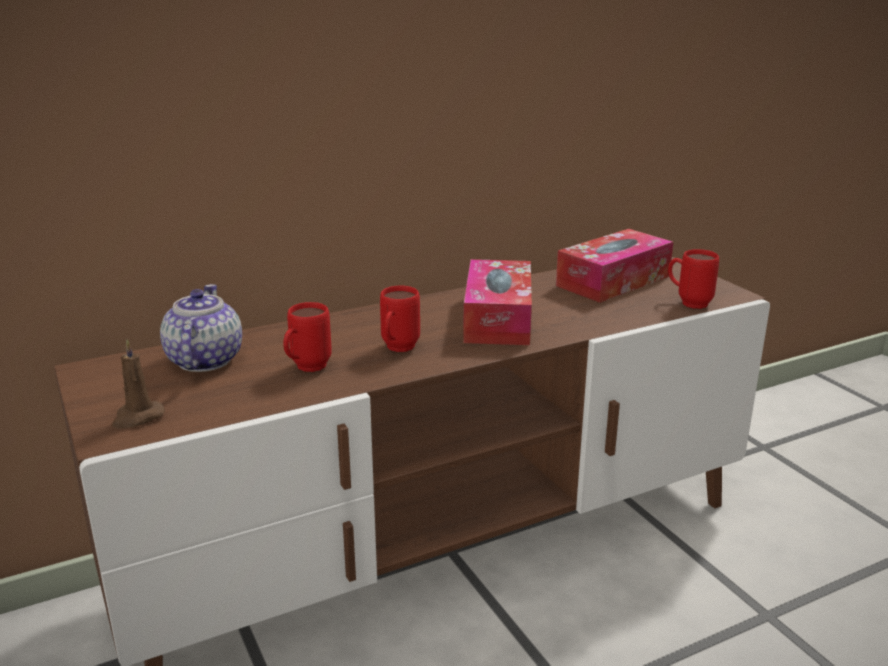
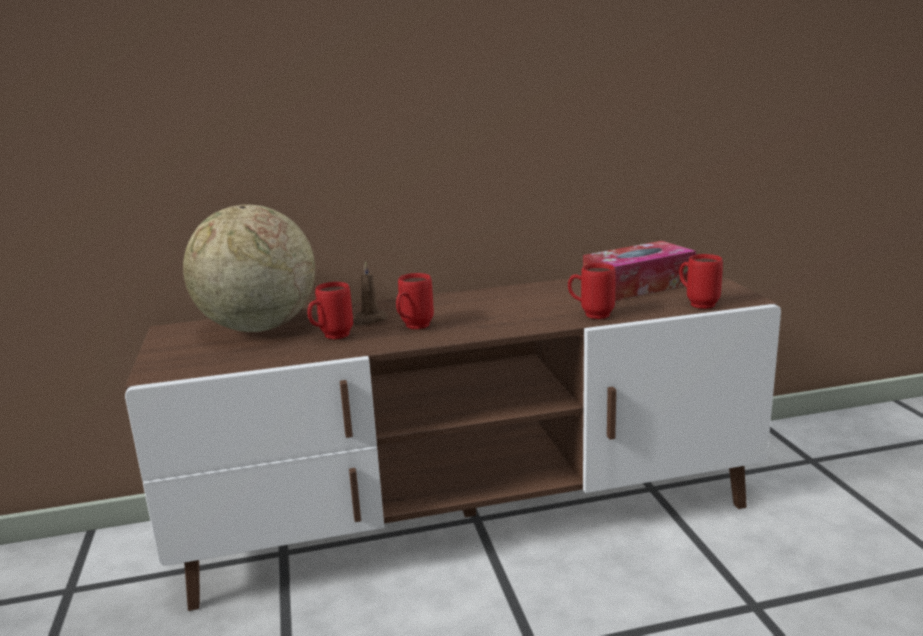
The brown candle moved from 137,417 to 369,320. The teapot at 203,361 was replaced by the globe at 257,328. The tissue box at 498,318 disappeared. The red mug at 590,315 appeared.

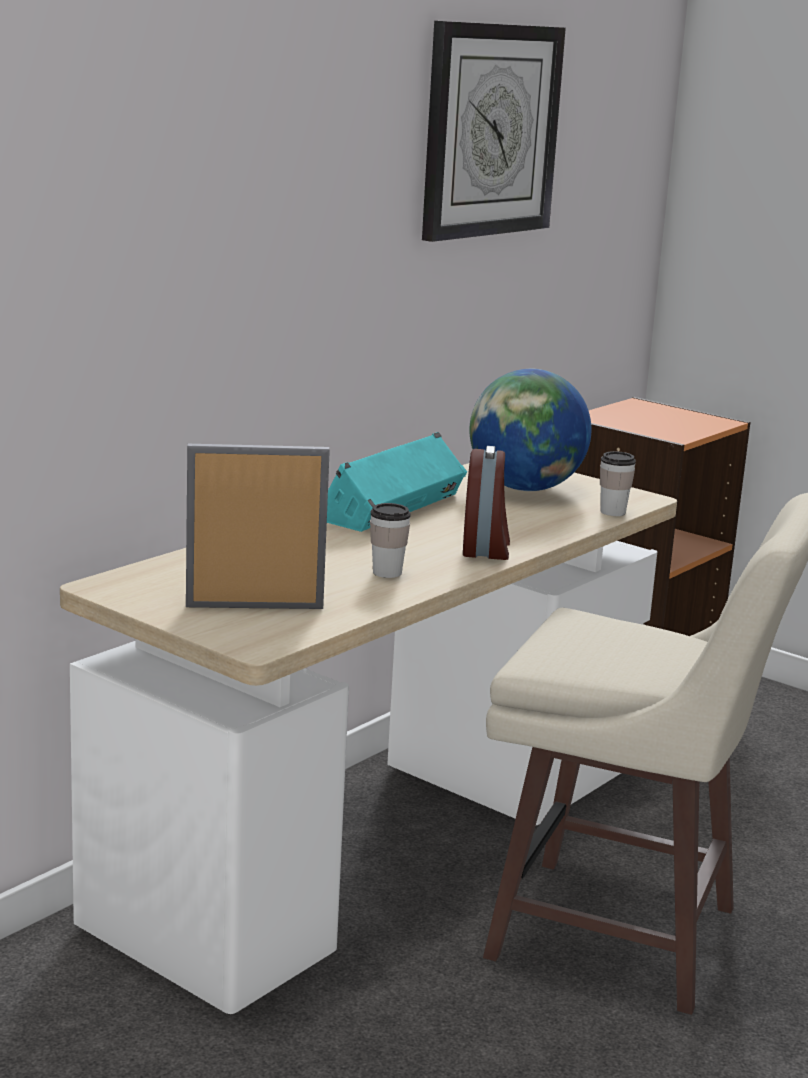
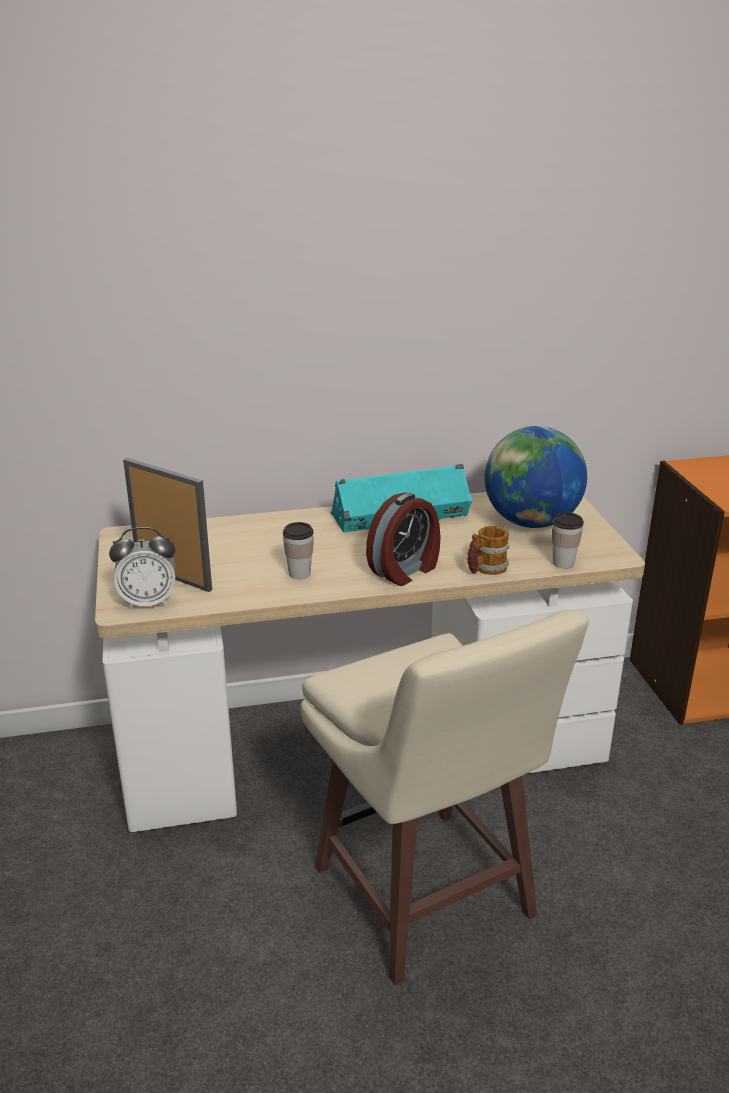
The wall clock at 490,130 disappeared. The alarm clock at 148,602 appeared. The mug at 485,569 appeared.

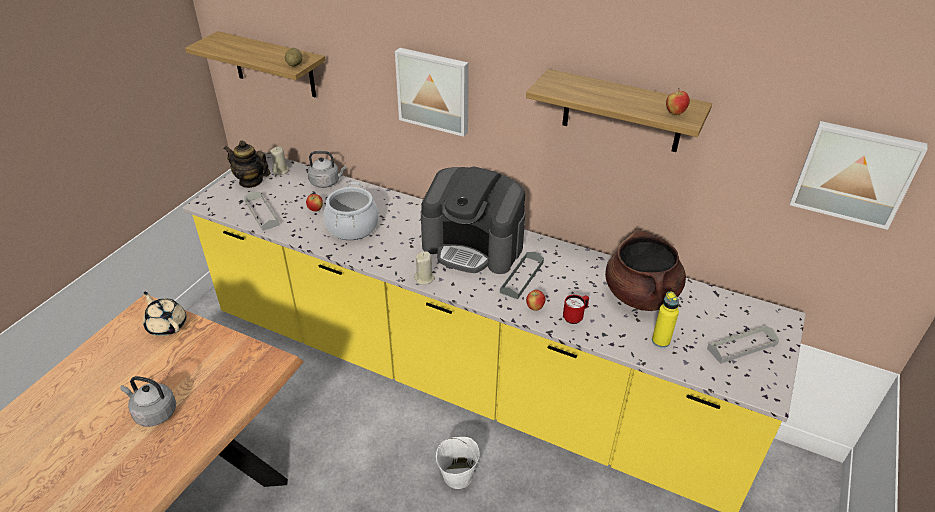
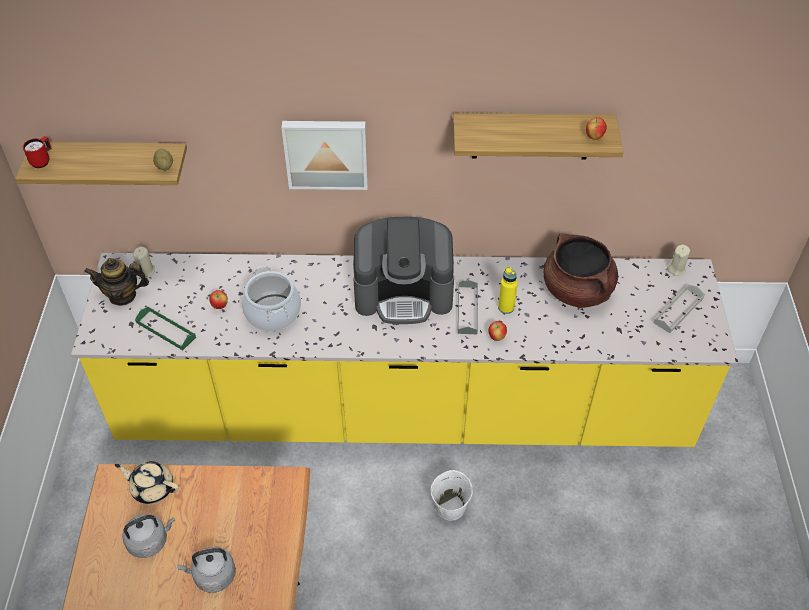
The grey tray at 262,213 became the green tray at 166,330. The grey kettle moved from 326,182 to 150,541. The beige candle moved from 424,278 to 676,269. The red mug moved from 575,317 to 42,161. The yellow bottle moved from 660,341 to 506,307. The picture at 854,173 disappeared.

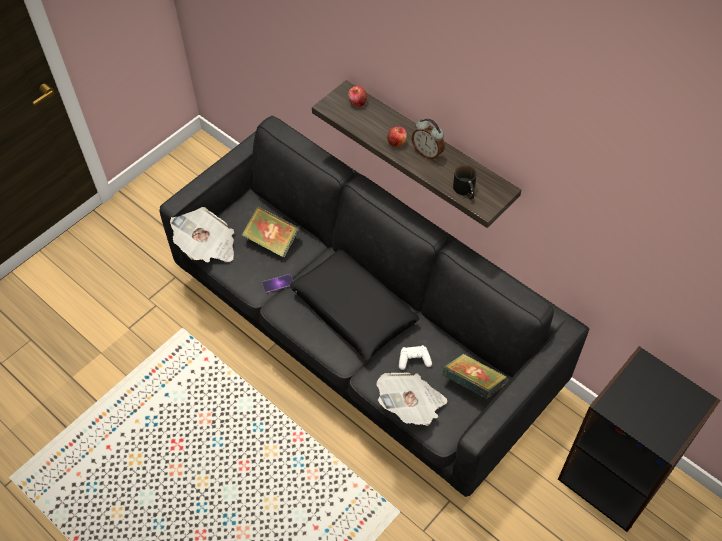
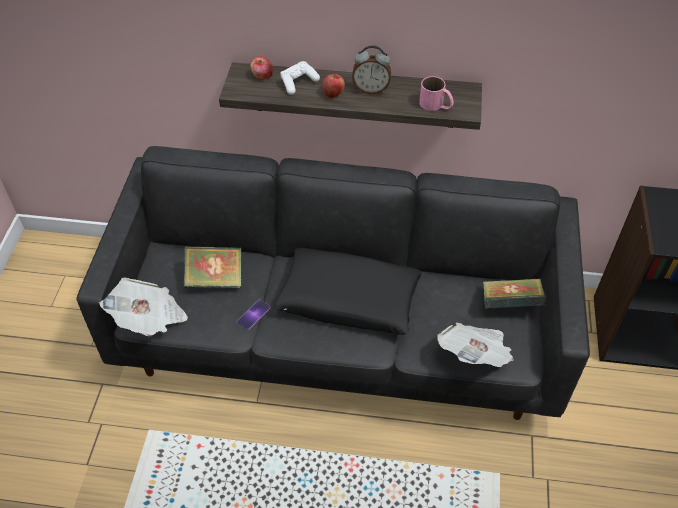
The white game controller moved from 414,360 to 298,83. The black mug at 465,191 became the pink mug at 436,105.

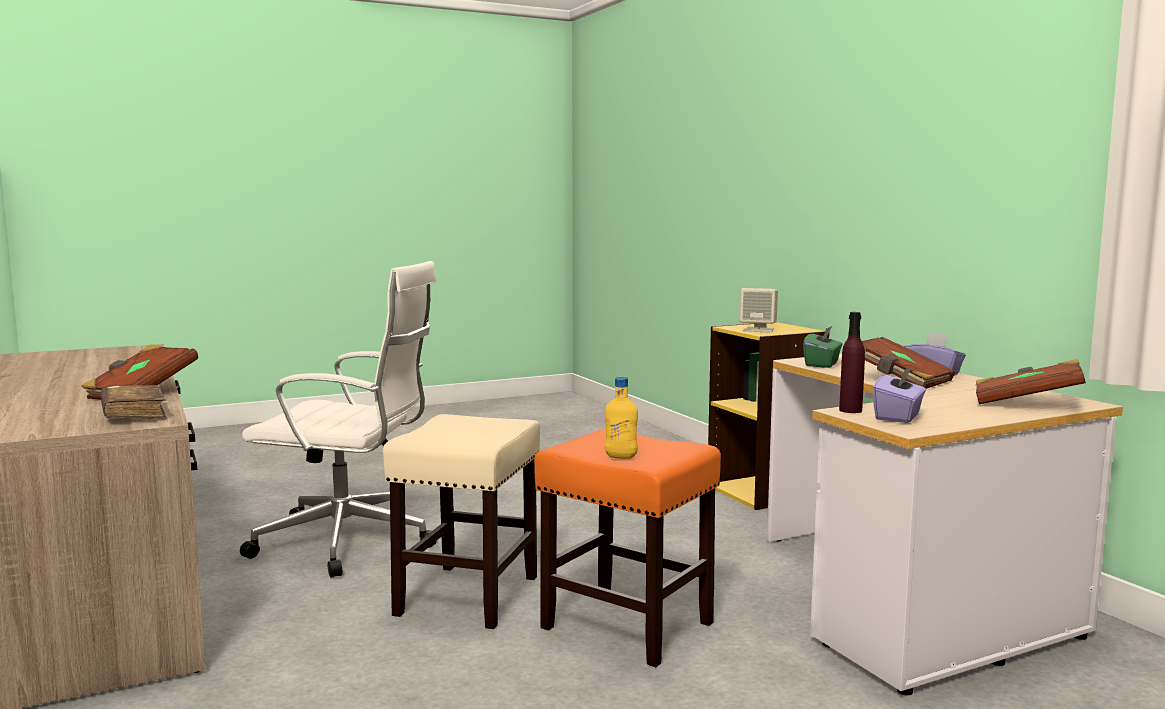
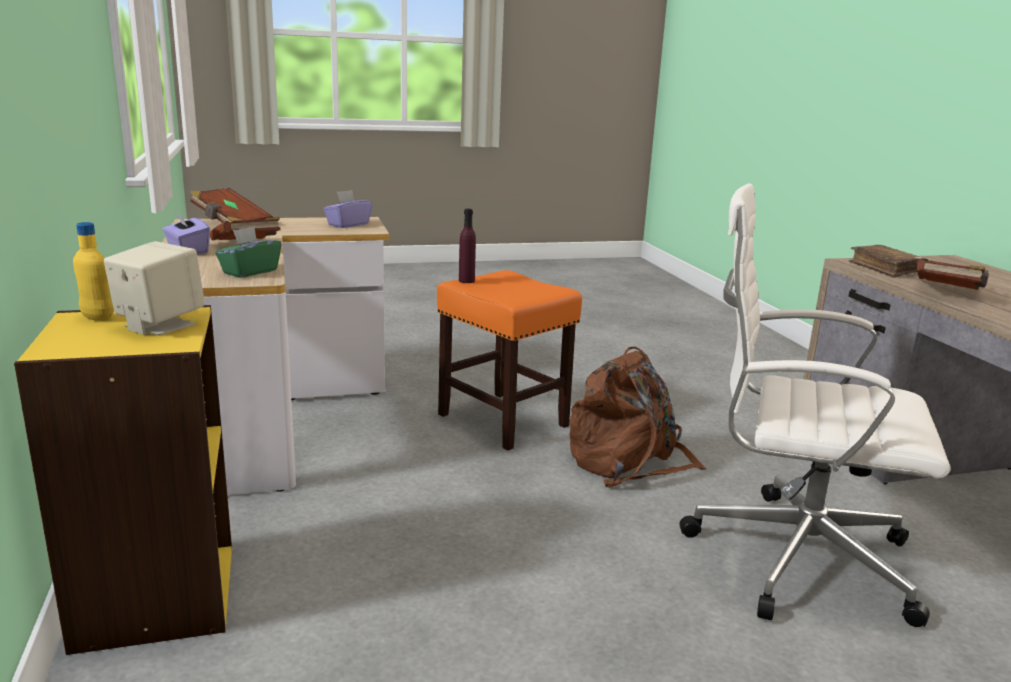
The beige stool at 468,594 was replaced by the brown backpack at 628,461. The yellow bottle moved from 621,457 to 97,318. The purple bottle moved from 850,410 to 466,281.

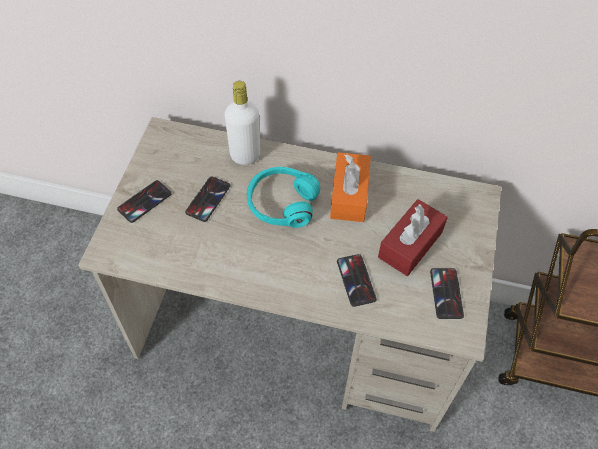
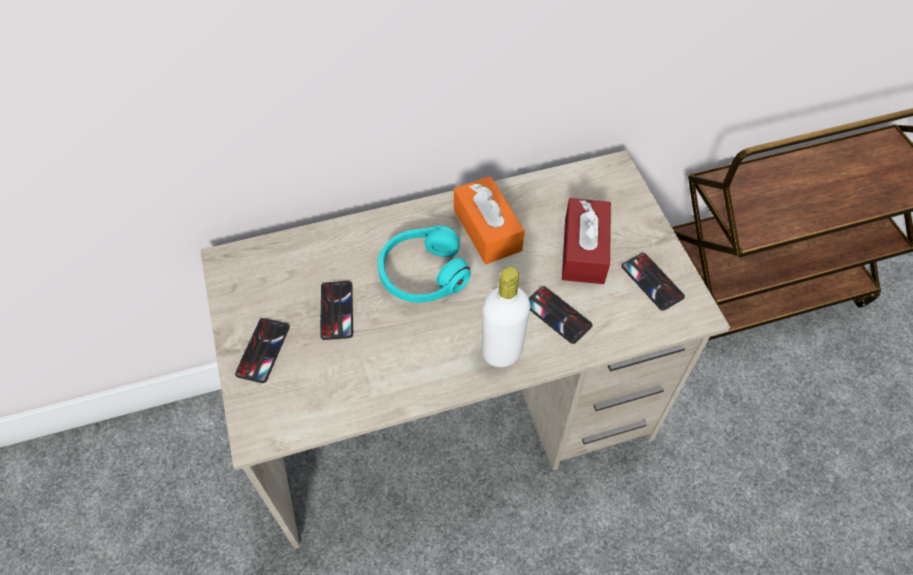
The white bottle moved from 245,155 to 501,352.

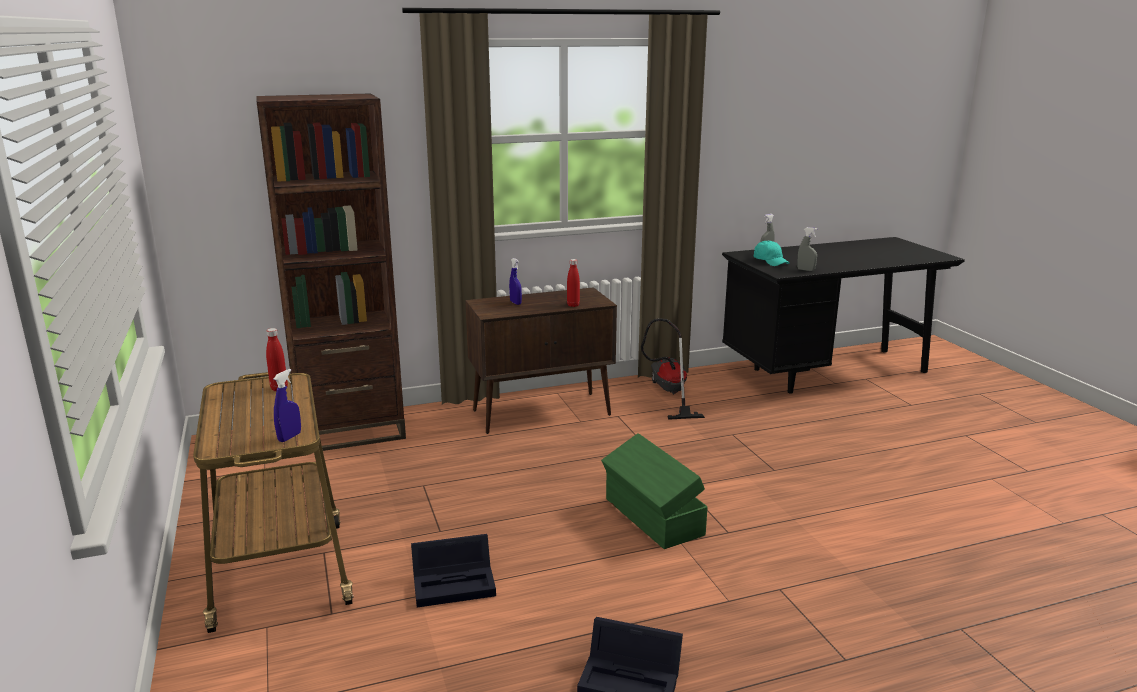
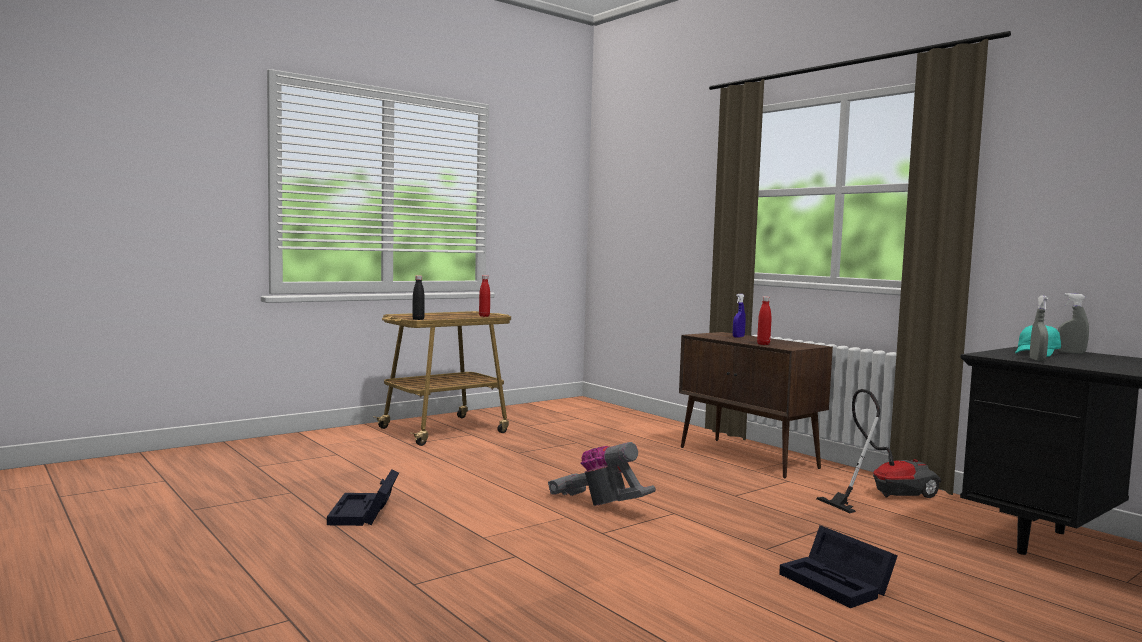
The brown bookcase at 350,431 disappeared. The blue spray bottle at 289,437 was replaced by the black bottle at 418,319. The black storage box moved from 456,582 to 838,584. The green storage box at 653,517 was replaced by the vacuum cleaner at 600,505.

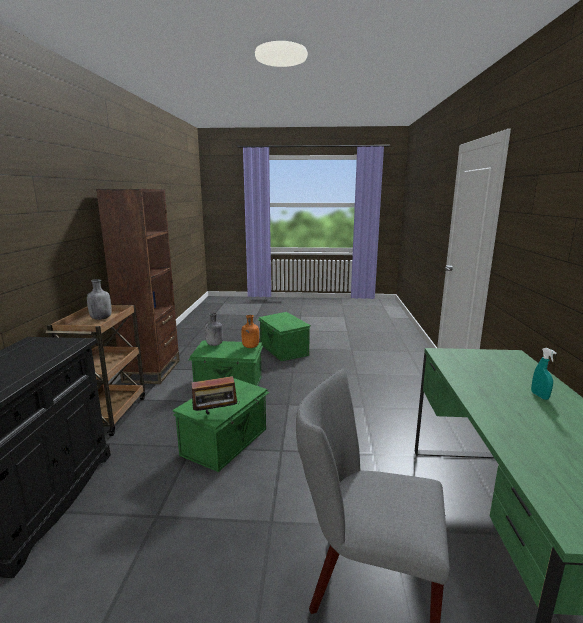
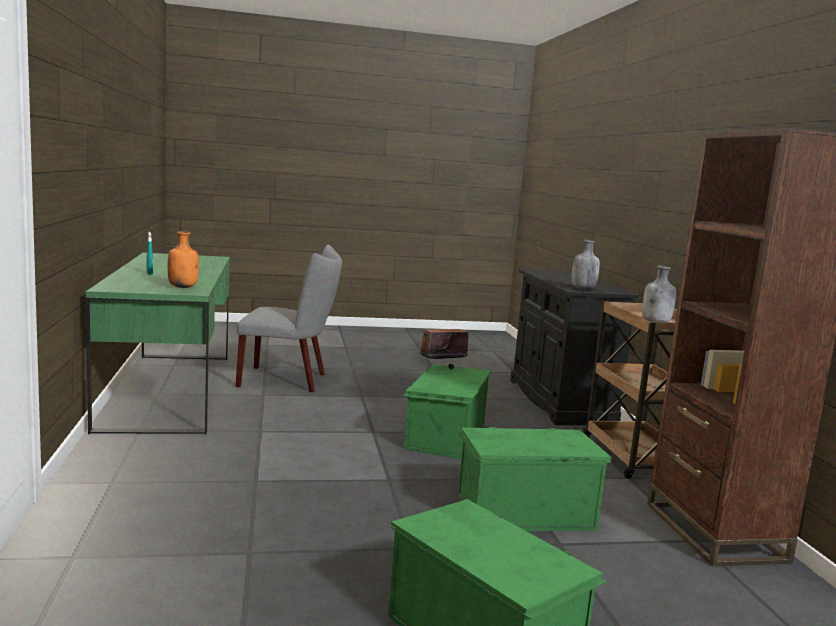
The grey bottle moved from 214,345 to 582,289. The orange bottle moved from 250,347 to 183,287.

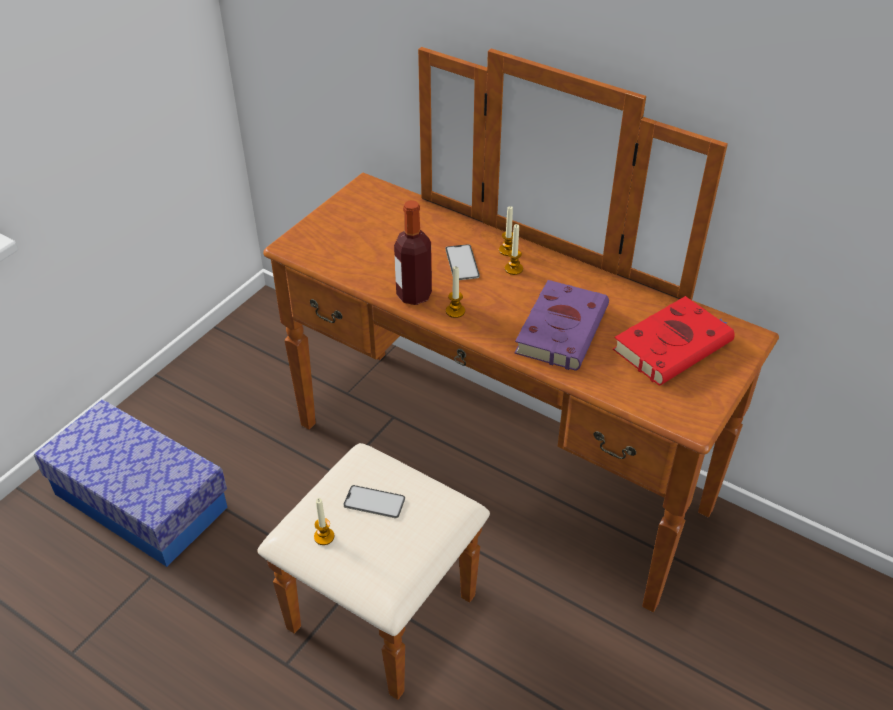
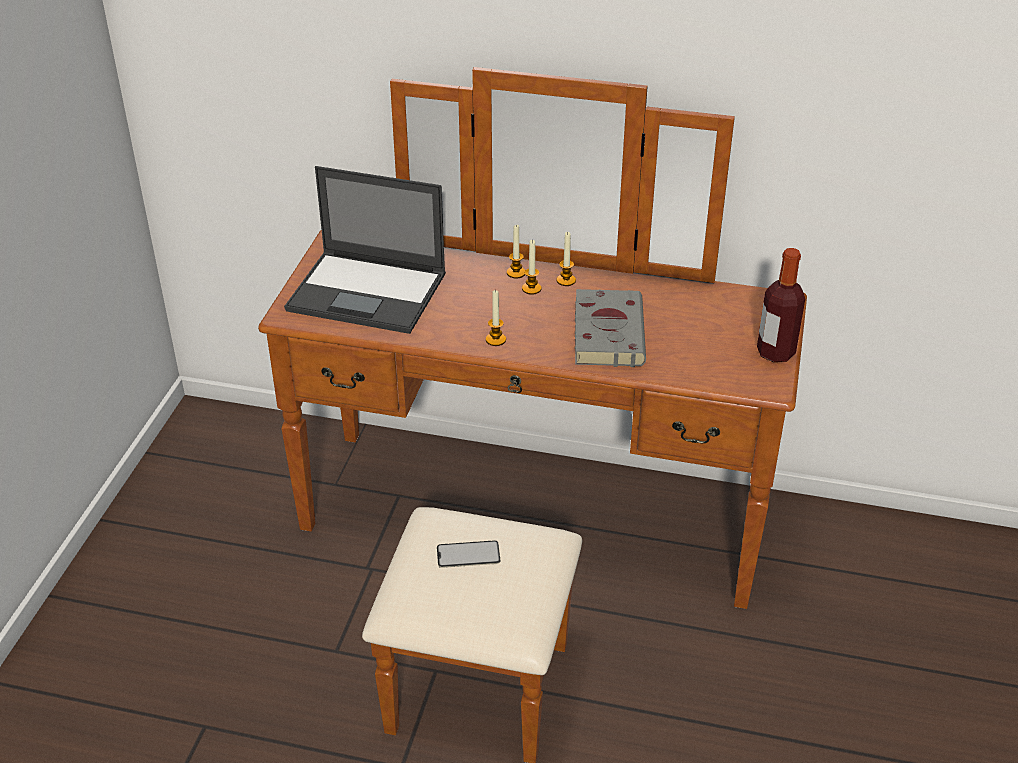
The storage box at 140,501 disappeared. The candle moved from 324,536 to 566,280. The bottle moved from 414,295 to 775,352. The phone at 462,263 disappeared. The purple book at 562,328 became the grey book at 608,332. The red book at 674,345 disappeared. The laptop at 369,292 appeared.

